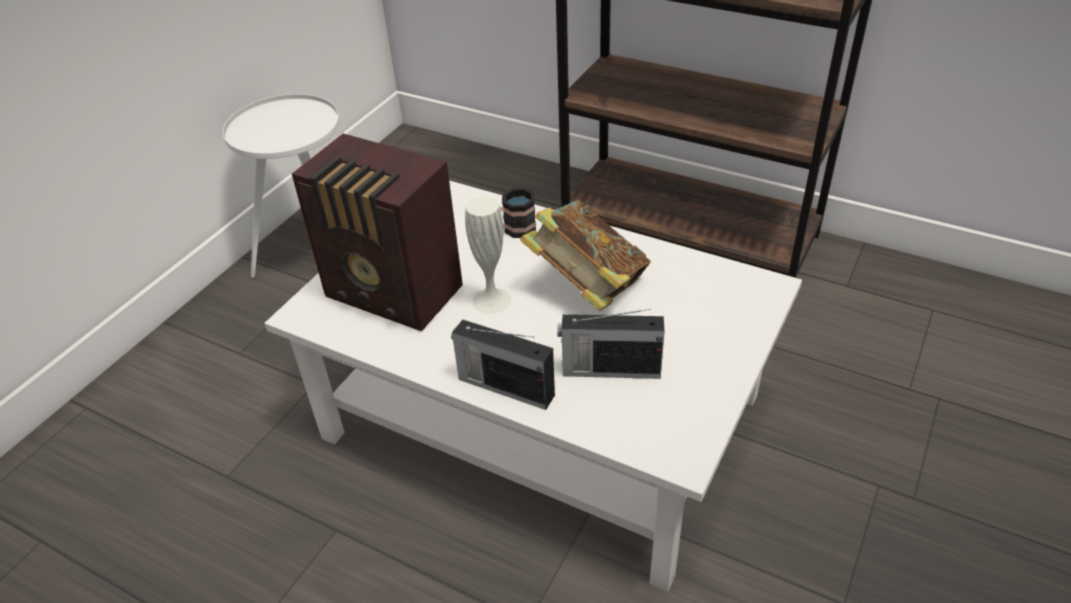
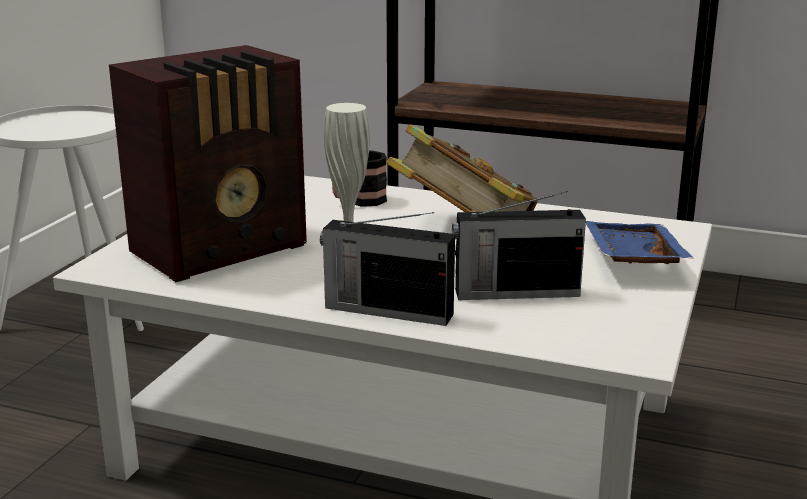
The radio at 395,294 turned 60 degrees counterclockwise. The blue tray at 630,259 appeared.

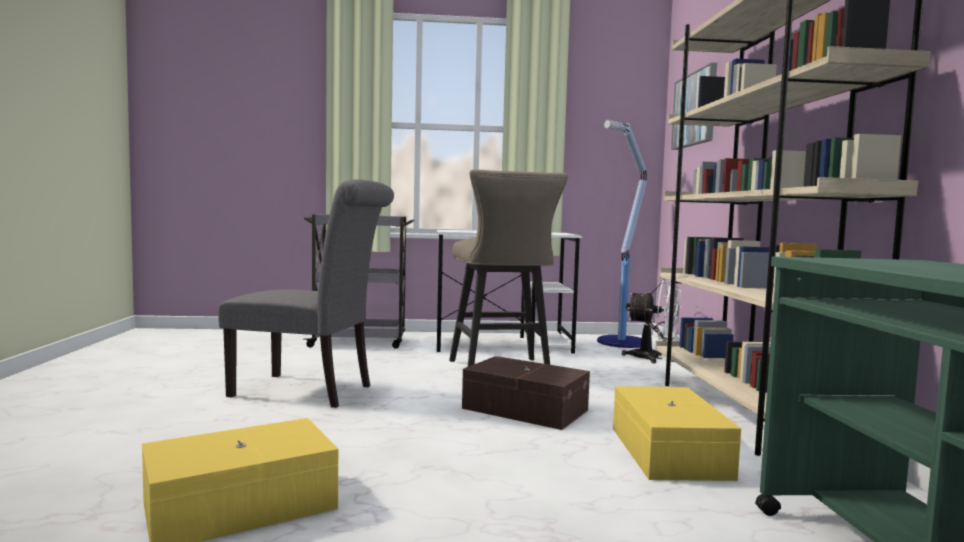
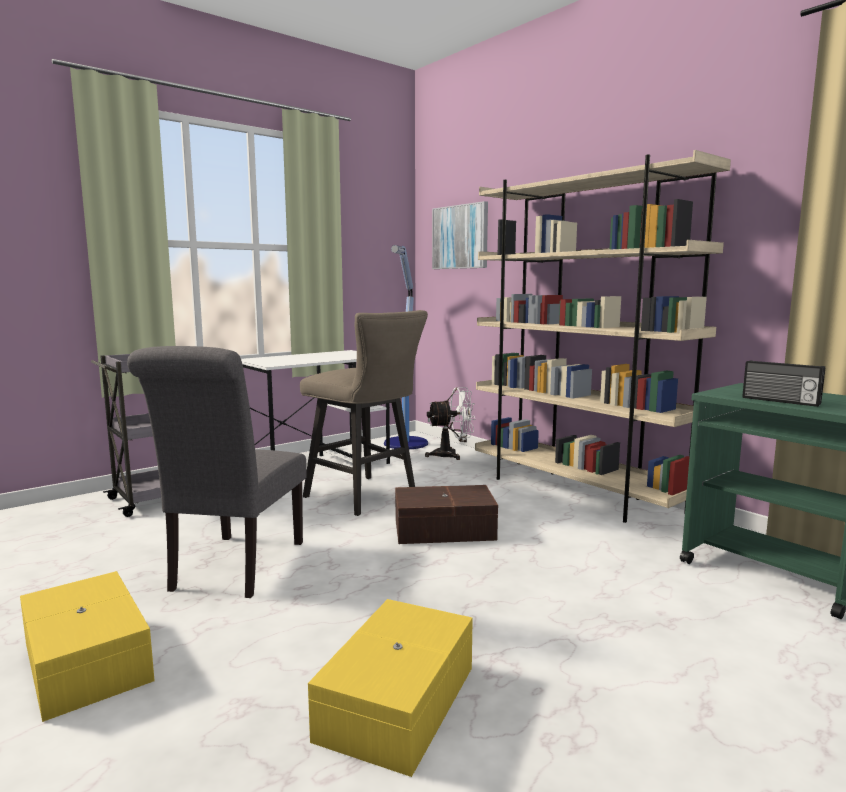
The grey chair at 310,391 turned 120 degrees clockwise. The yellow storage box moved from 667,452 to 84,663. The radio at 780,401 appeared.

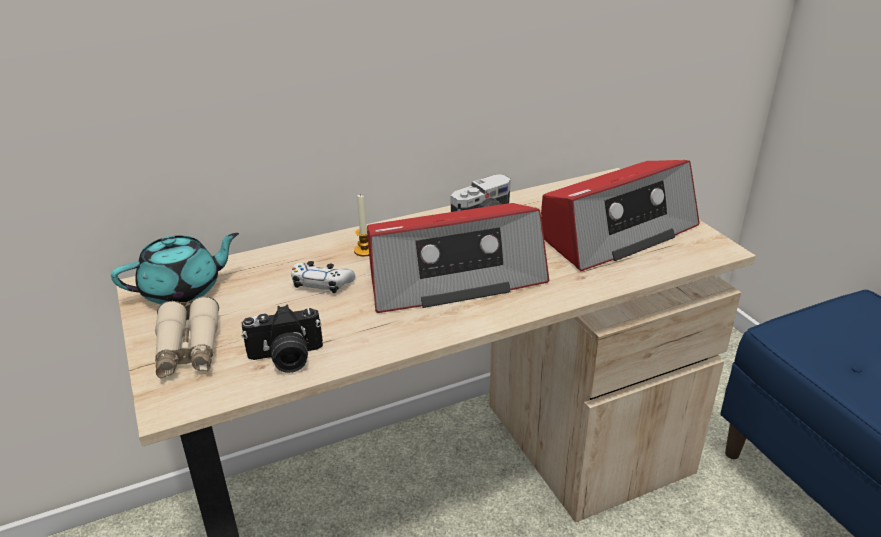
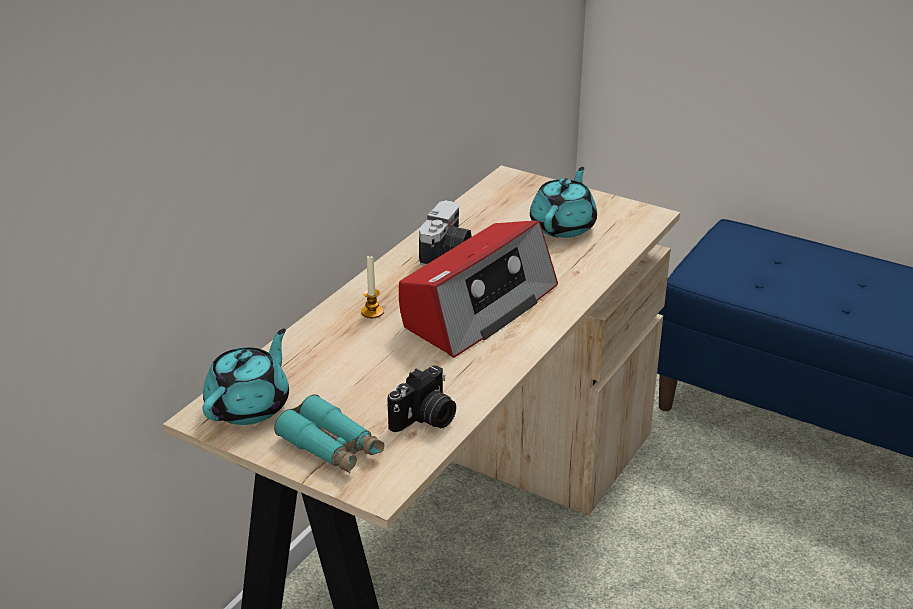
The beige binoculars at 188,349 became the turquoise binoculars at 331,447. The white game controller at 322,283 disappeared. The radio at 616,233 was replaced by the turquoise teapot at 563,226.

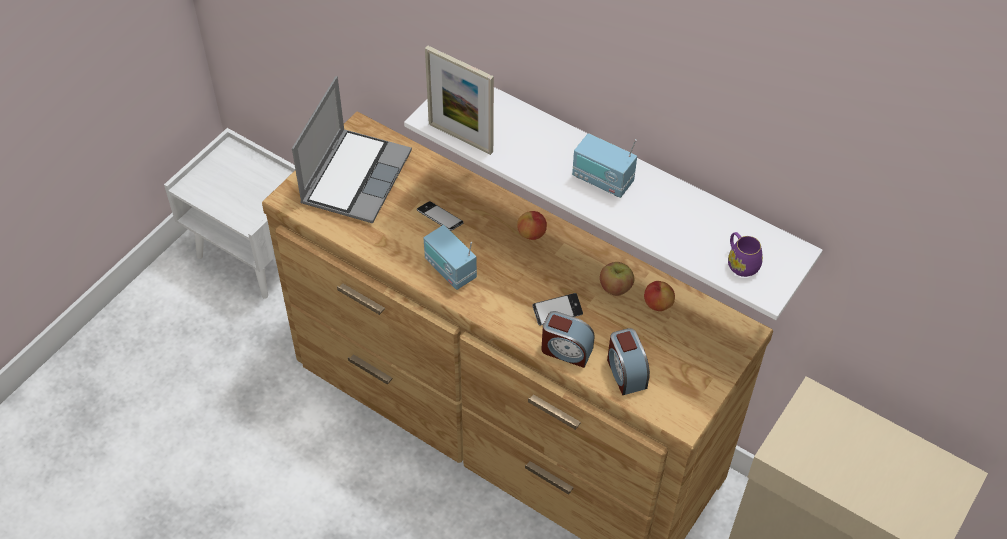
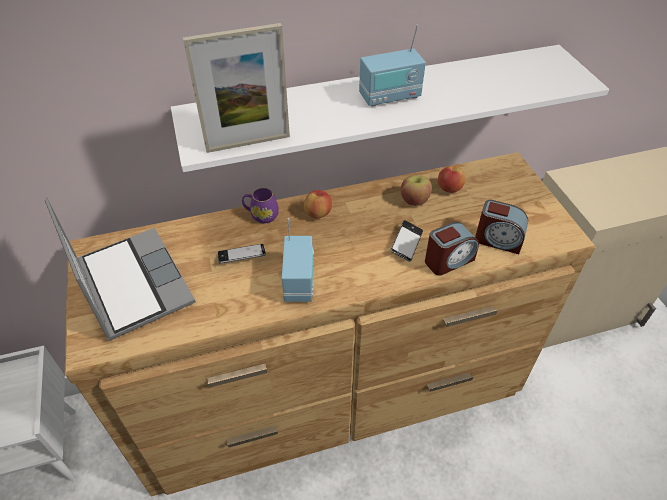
The radio at 450,270 turned 90 degrees counterclockwise. The purple mug moved from 740,263 to 261,215.

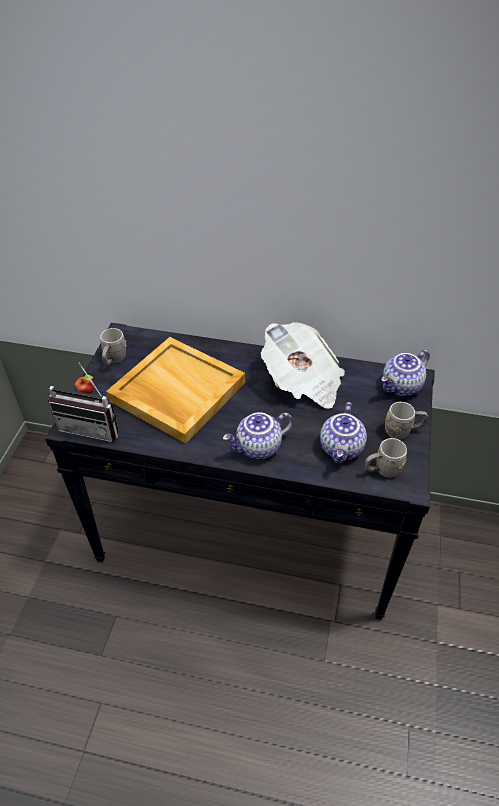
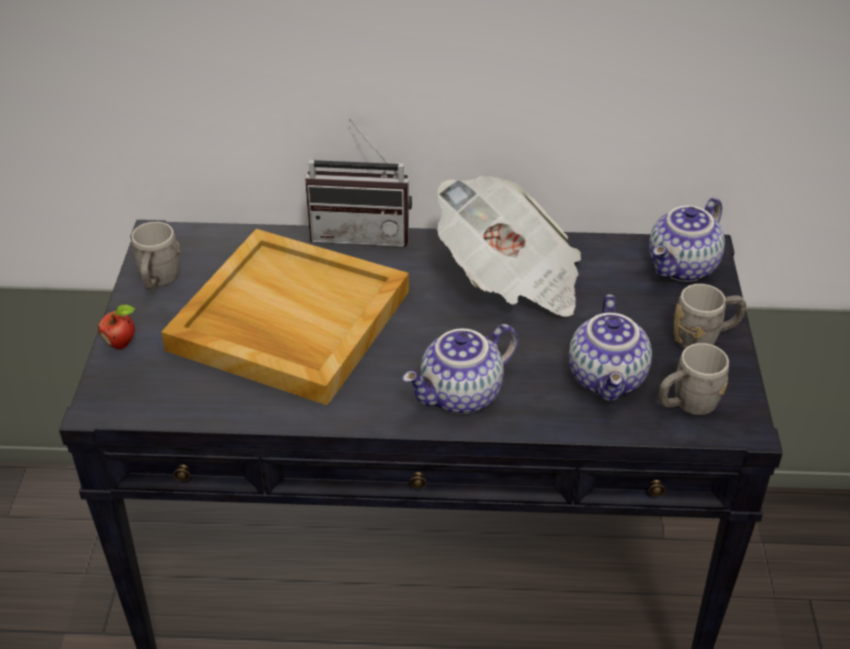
The radio moved from 92,427 to 362,232.

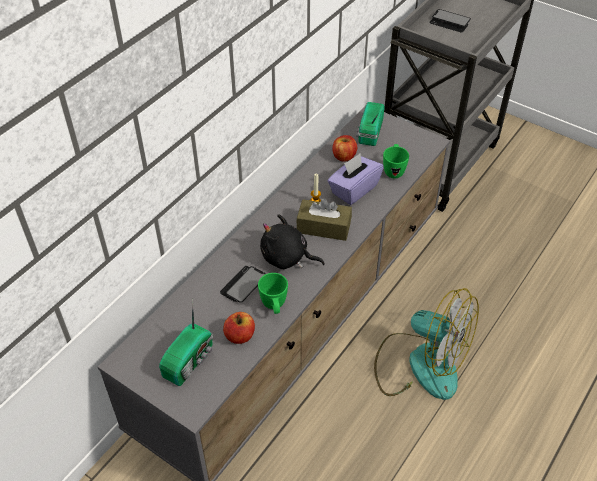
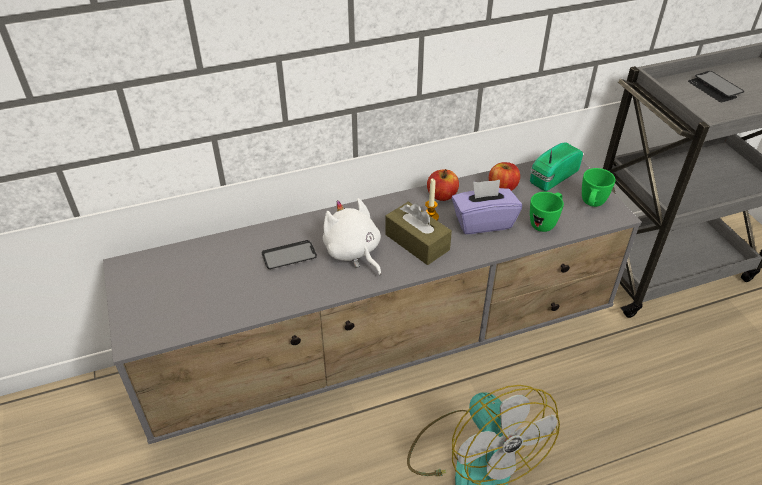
The radio at 190,360 disappeared. The apple moved from 240,336 to 442,195. The green mug moved from 274,307 to 591,205. The black plush toy at 287,258 became the white plush toy at 353,252.

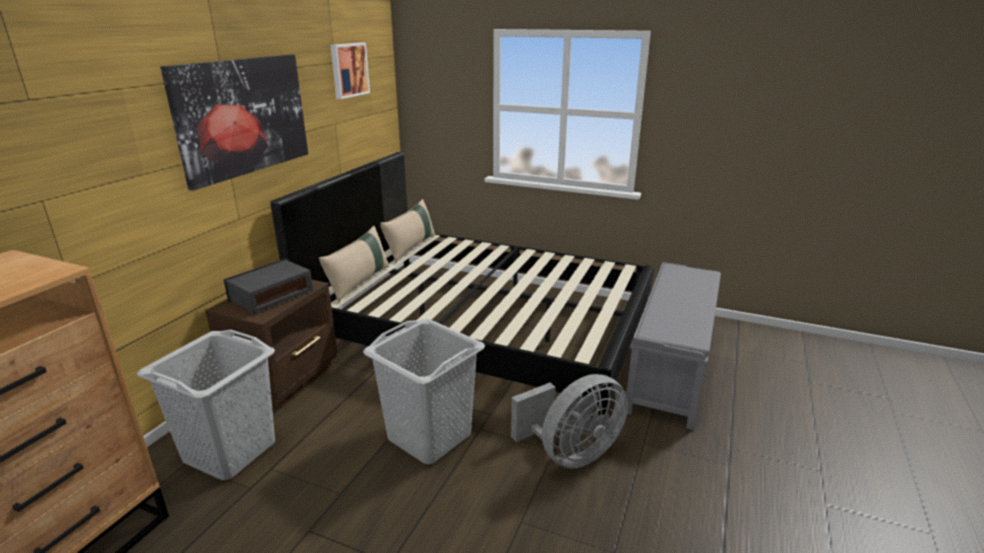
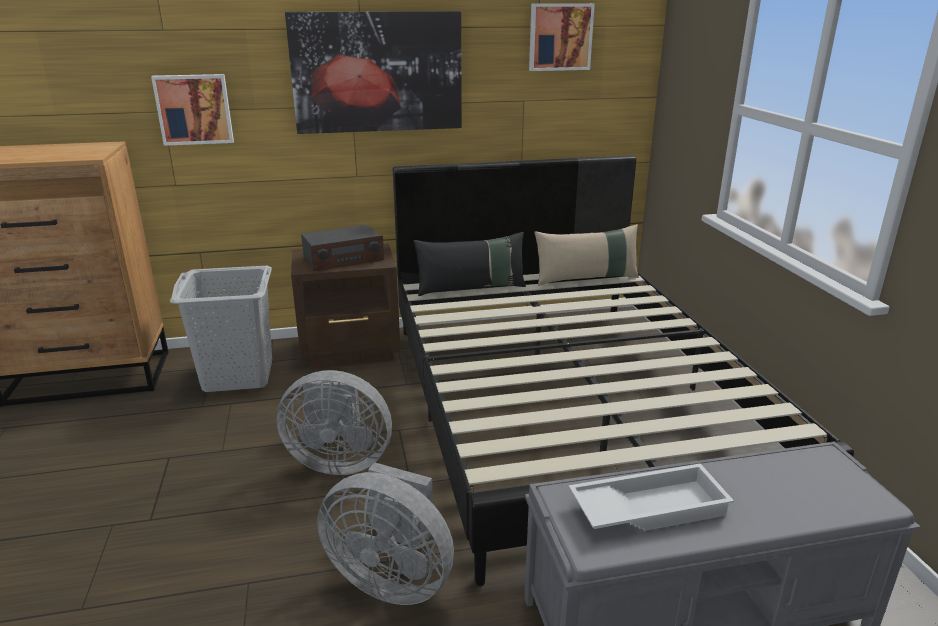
The radio at 271,295 turned 150 degrees clockwise. The beige pillow at 359,282 became the black pillow at 471,288. The grey laundry basket at 429,435 was replaced by the grey fan at 338,461. The picture at 194,109 appeared. The white tray at 648,507 appeared.

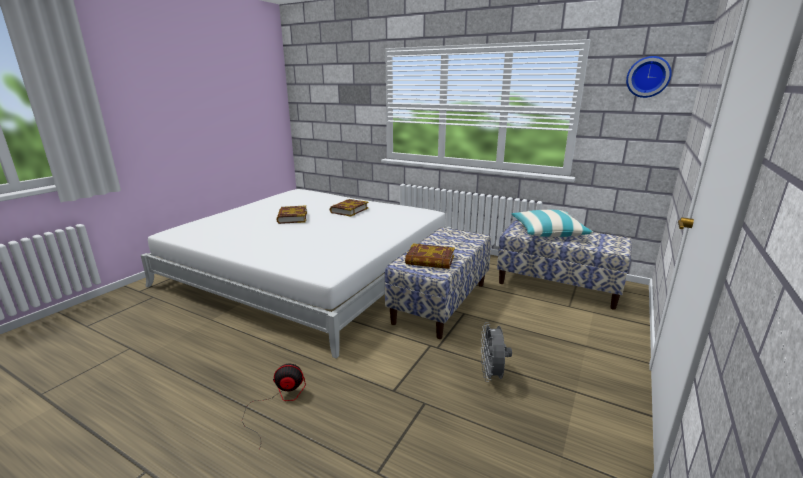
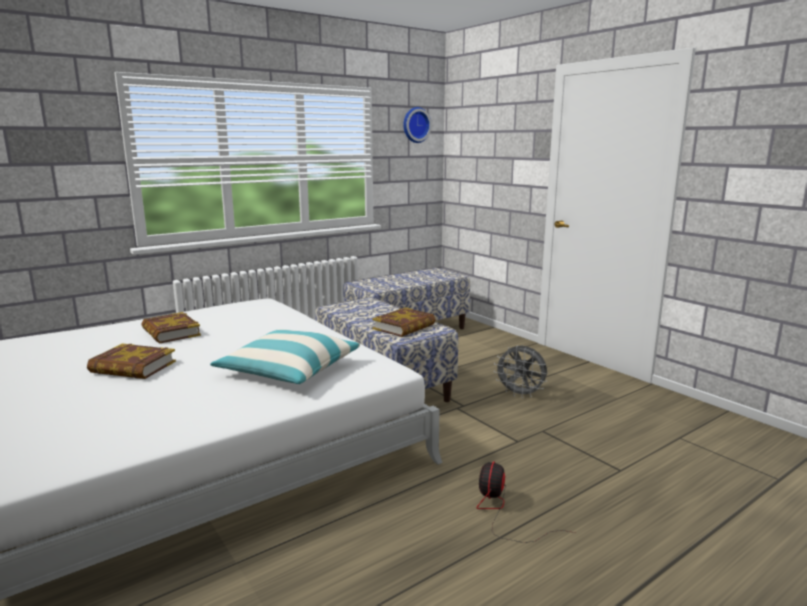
The pillow moved from 548,232 to 289,370.

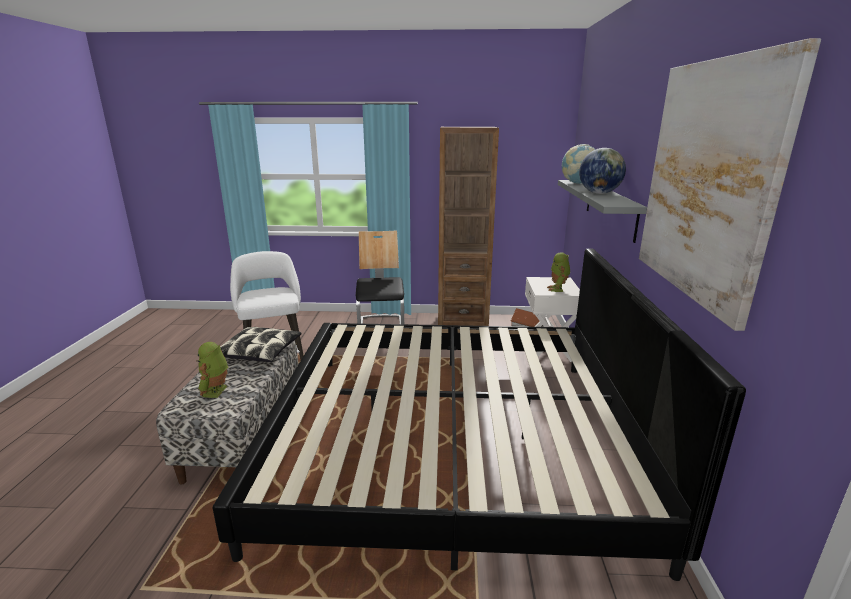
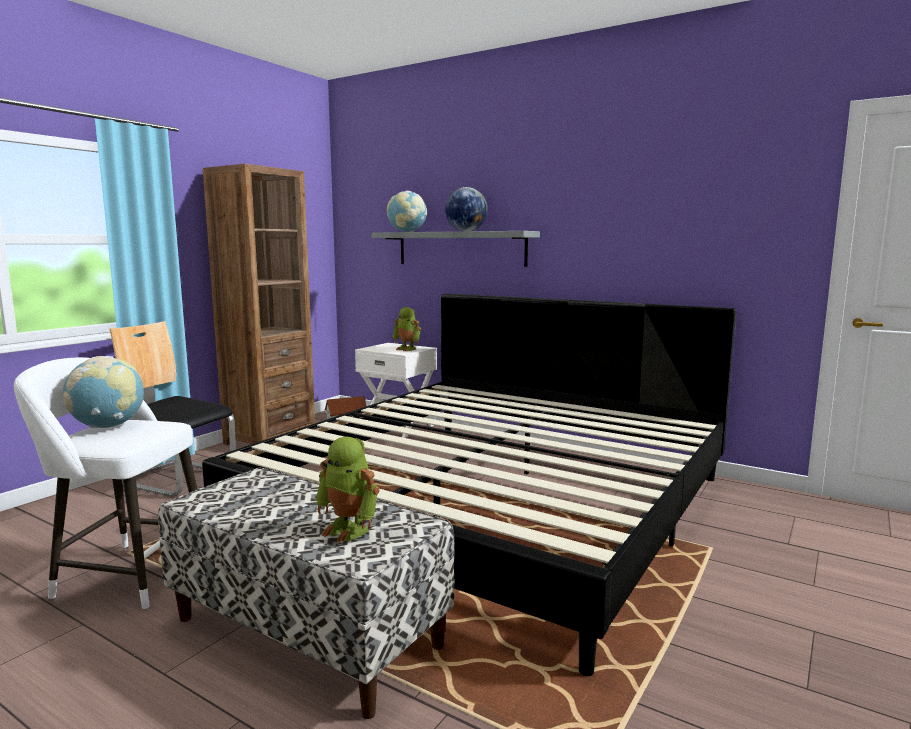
The pillow at 260,352 disappeared. The picture at 706,182 disappeared. The globe at 108,426 appeared.

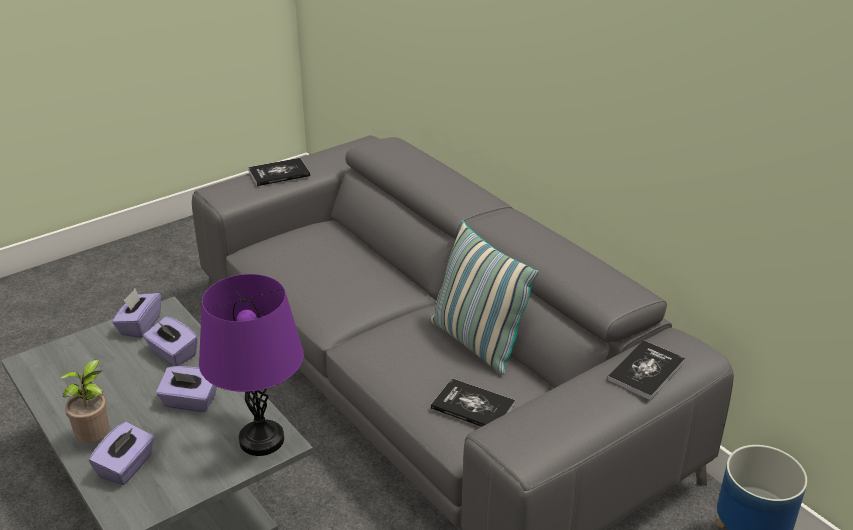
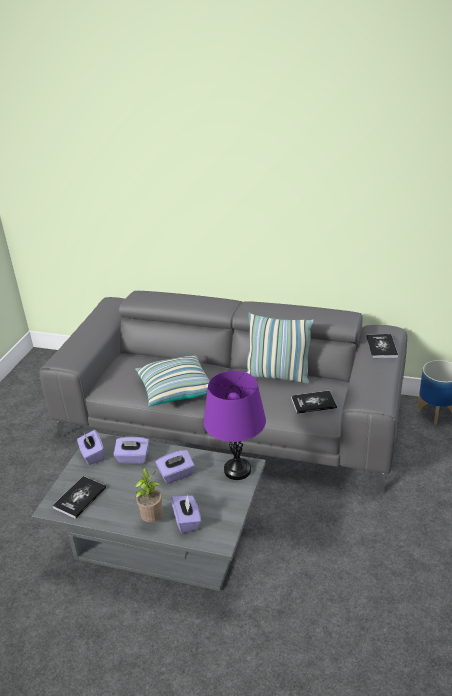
The book moved from 279,173 to 80,498. The pillow at 175,390 appeared.

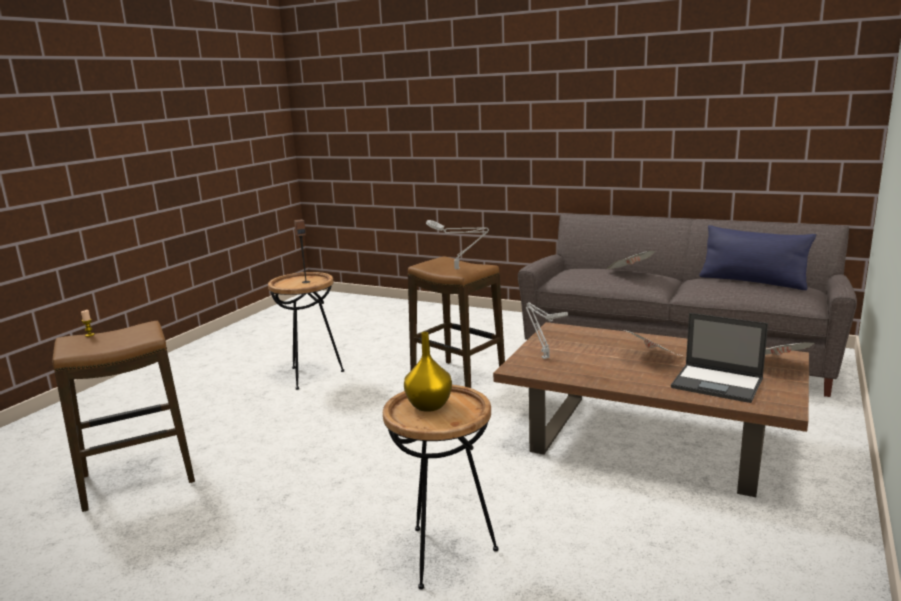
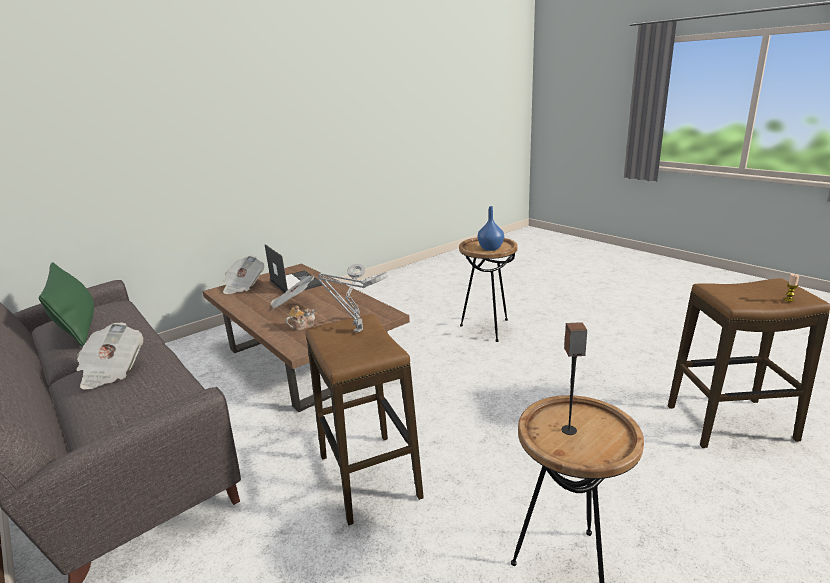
The yellow vase at 428,406 became the blue vase at 491,248. The blue pillow at 752,282 became the green pillow at 77,326. The teapot at 302,326 appeared.

